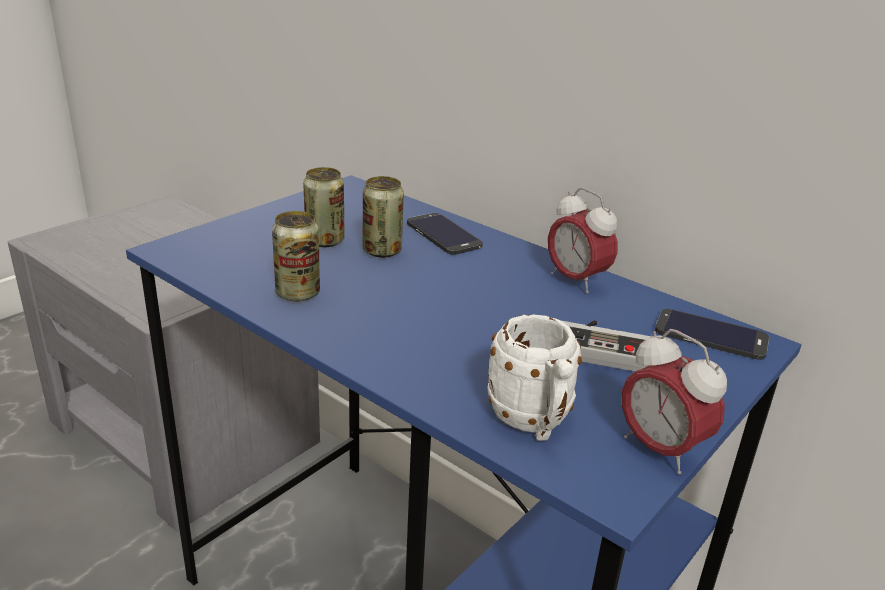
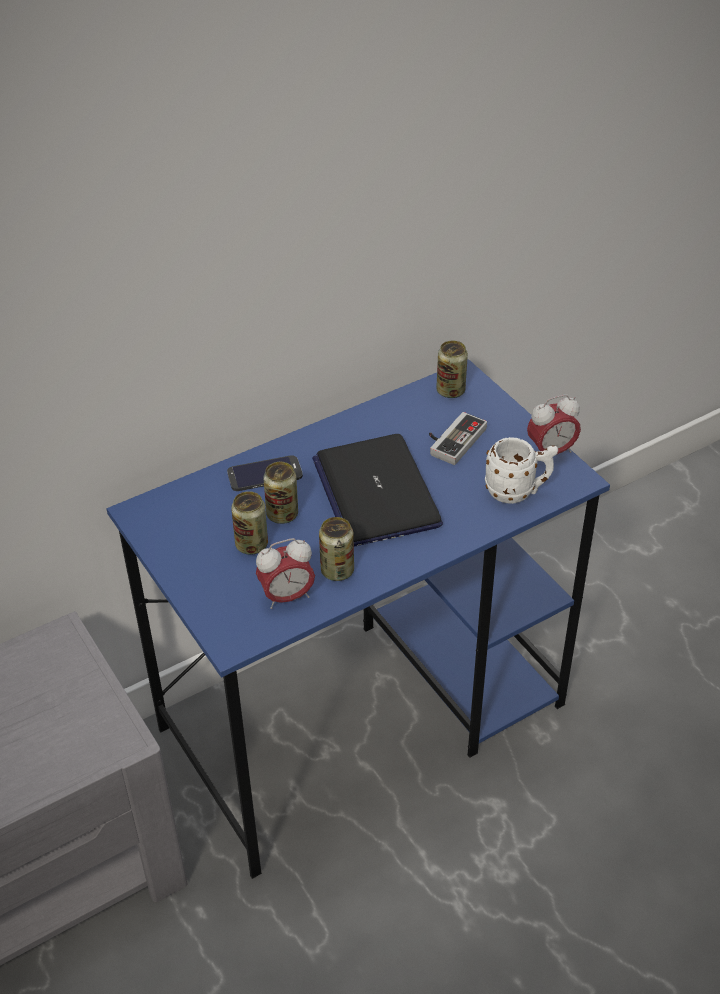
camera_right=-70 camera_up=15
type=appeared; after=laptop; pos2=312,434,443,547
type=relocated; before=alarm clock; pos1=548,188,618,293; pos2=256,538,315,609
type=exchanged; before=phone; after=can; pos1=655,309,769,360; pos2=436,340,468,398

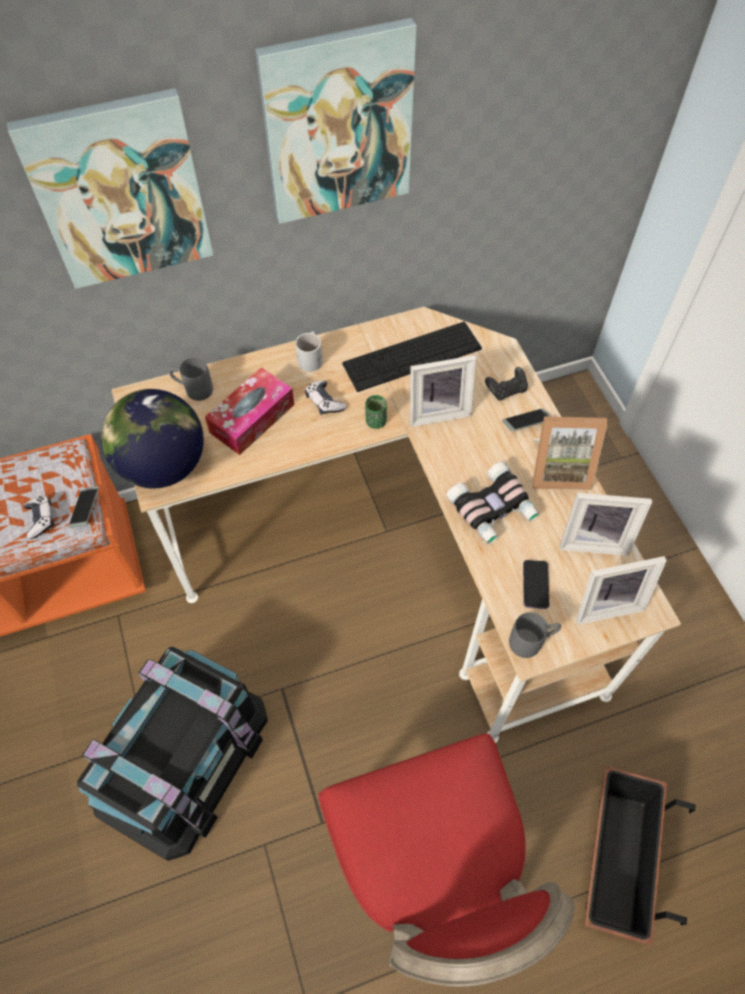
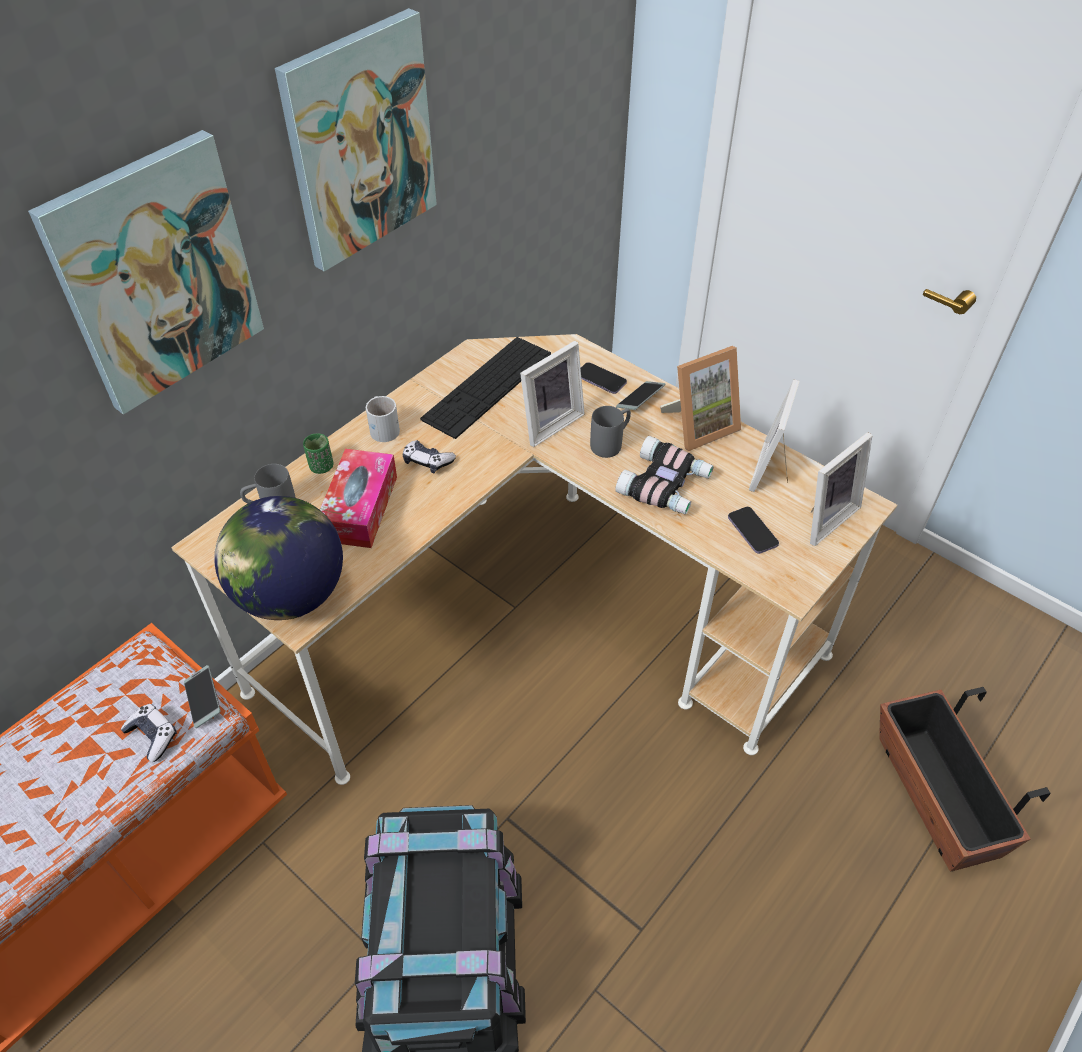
camera_right=-30 camera_up=-10
type=missing; before=red chair; pos1=319,733,575,986
type=relocated; before=green cup; pos1=365,395,387,429; pos2=303,433,333,474
type=relocated; before=grey mug; pos1=509,612,561,658; pos2=590,406,631,458
type=exchanged; before=black game controller; after=phone; pos1=485,367,528,401; pos2=581,362,627,394
type=spun; before=picture frame; pos1=560,493,652,556; pos2=749,380,800,492; turn=135

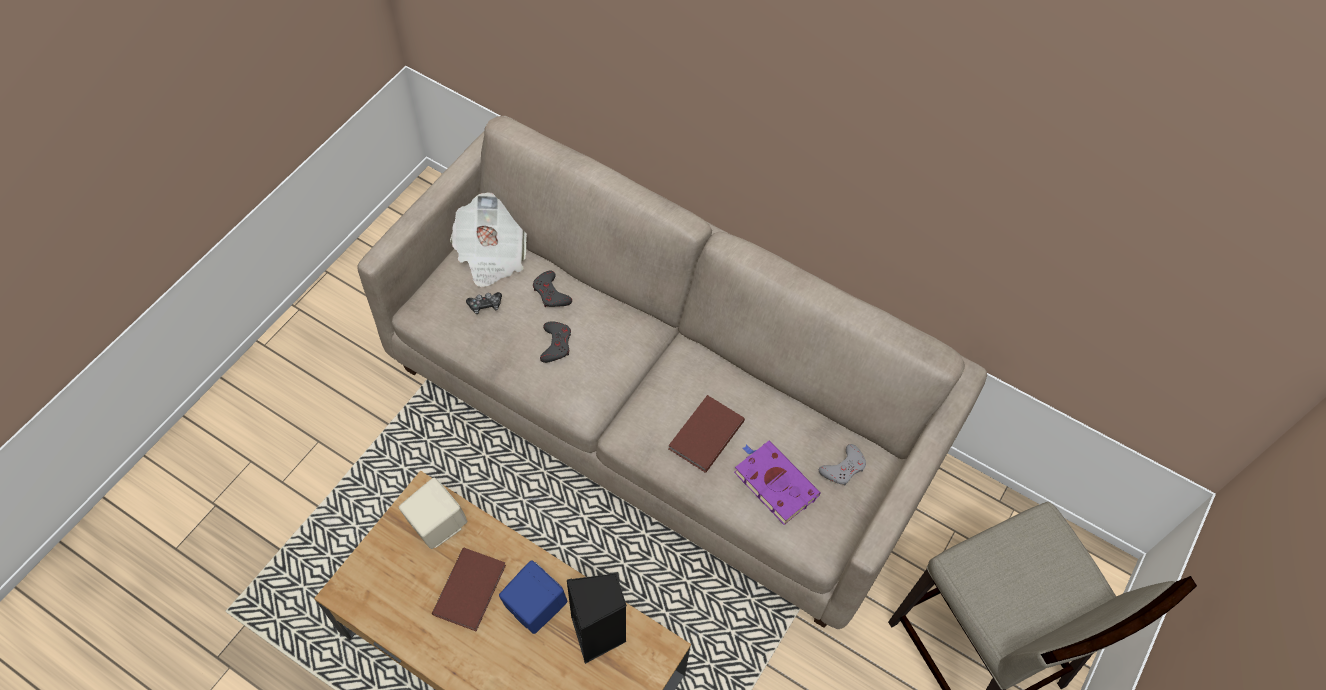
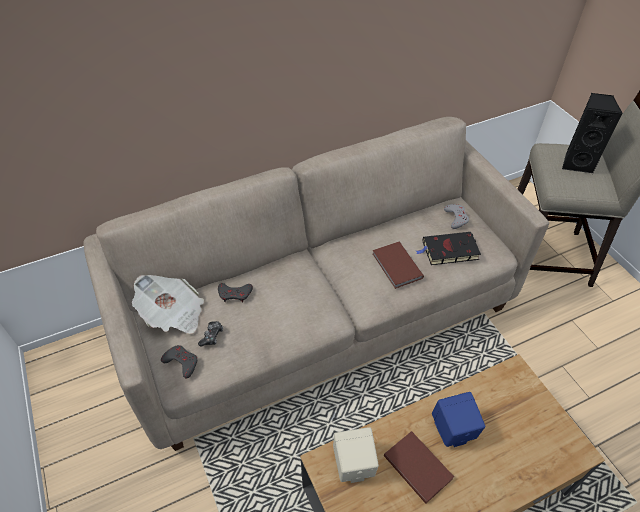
camera_right=-55 camera_up=-10
type=relocated; before=grey game controller; pos1=540,321,571,363; pos2=161,345,197,378
type=relocated; before=black speaker; pos1=567,573,627,664; pos2=562,93,623,174
type=colour; before=purple book; after=black book; pos1=734,441,821,525; pos2=416,232,481,265

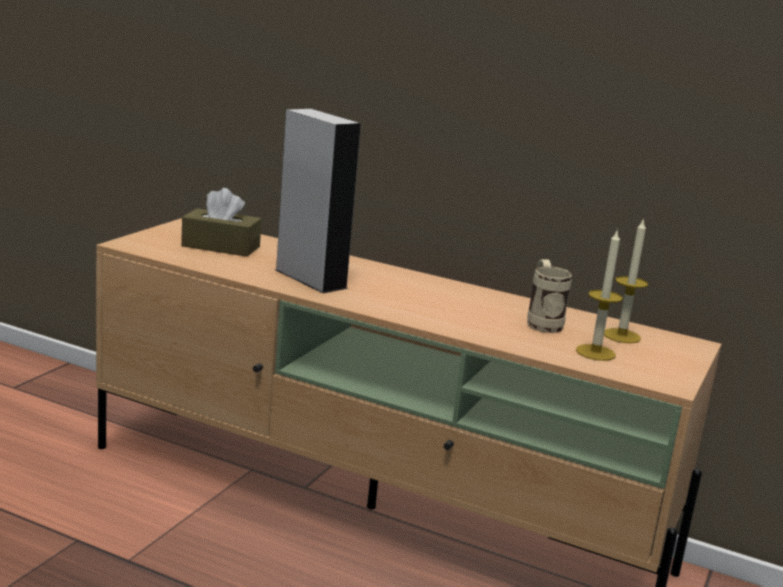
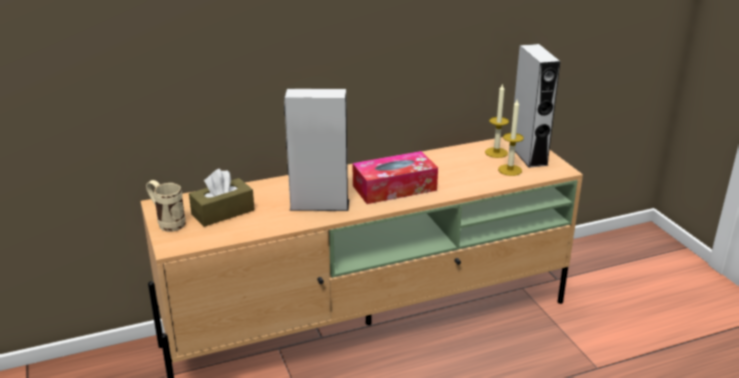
camera_right=-45 camera_up=10
type=appeared; after=tissue box; pos2=353,151,438,204
type=appeared; after=grey speaker; pos2=514,44,560,168
type=relocated; before=beige mug; pos1=527,259,572,333; pos2=146,180,186,232

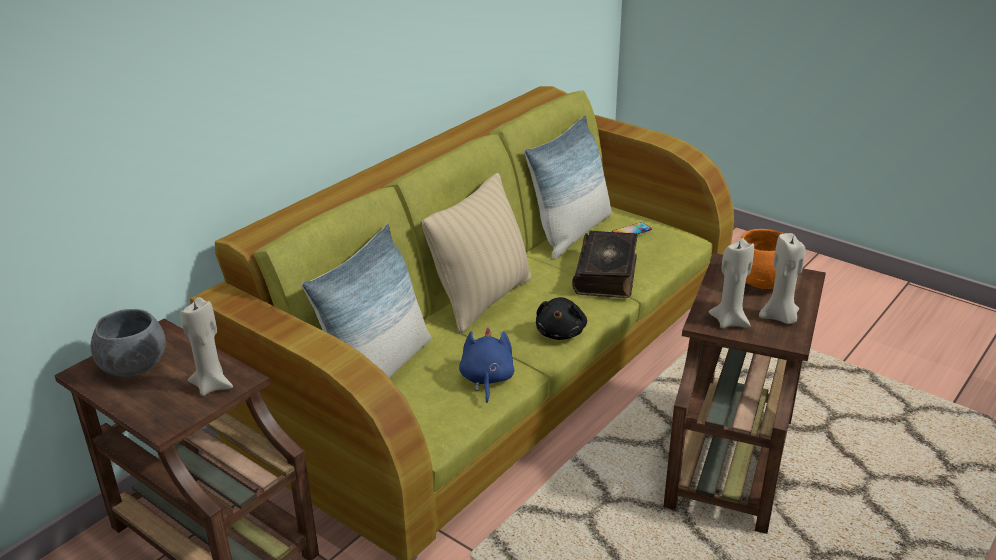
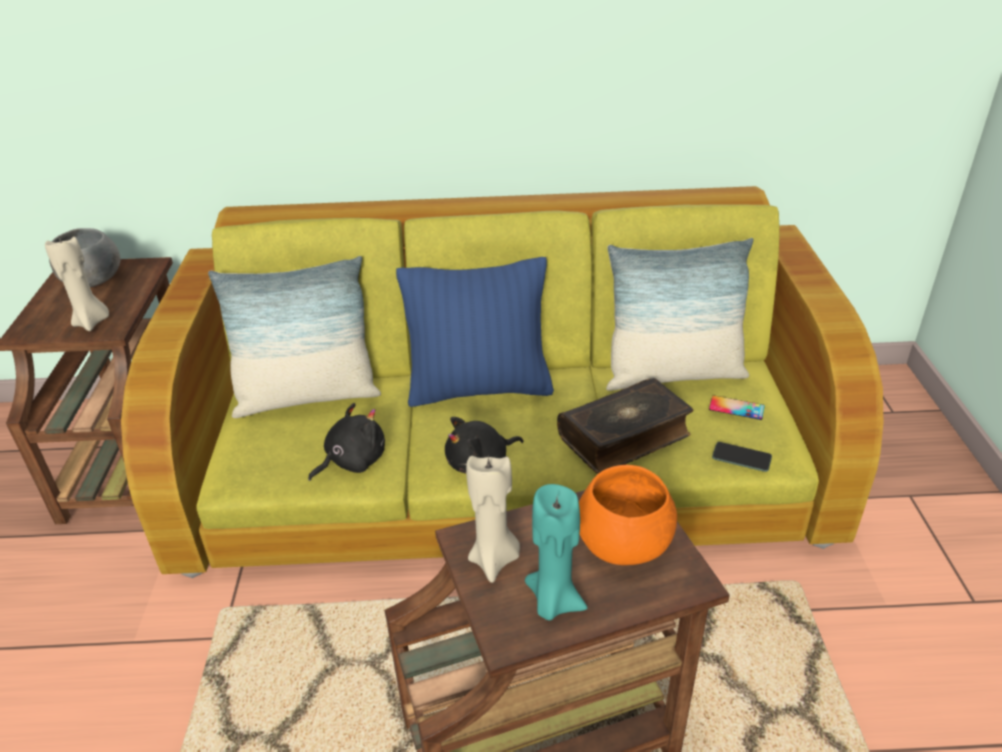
camera_right=50 camera_up=5
type=appeared; after=phone; pos2=712,442,772,472
type=colour; before=beige pillow; after=blue pillow; pos1=422,173,531,333; pos2=396,257,554,407
type=colour; before=blue plush toy; after=black plush toy; pos1=459,327,514,403; pos2=308,403,385,481
type=colour; before=beige candle; after=turquoise candle; pos1=759,233,805,324; pos2=525,484,587,621

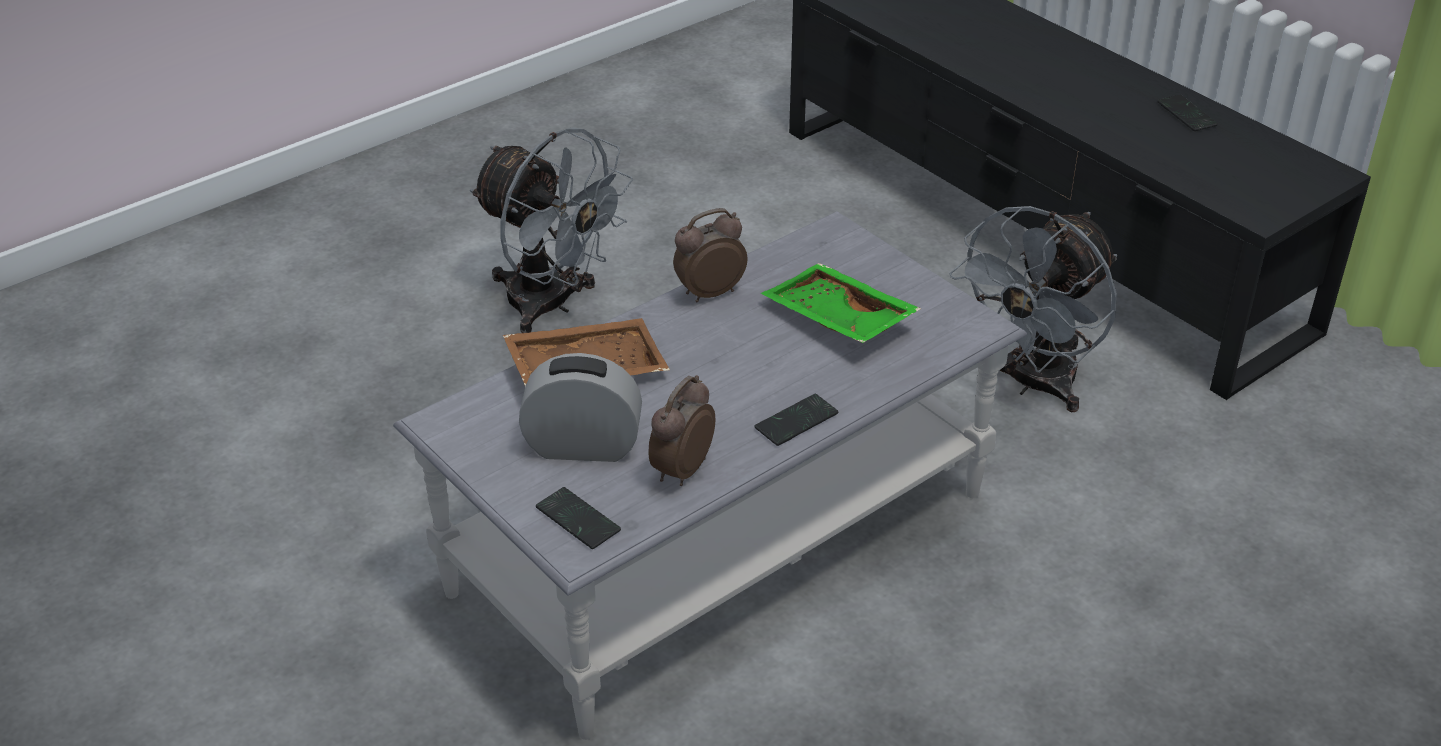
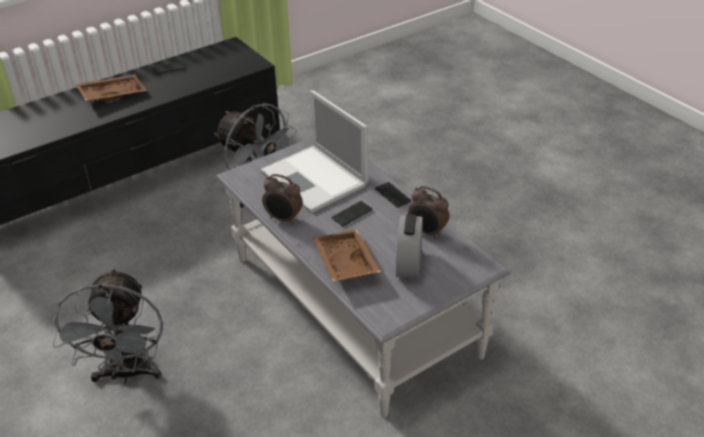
camera_right=-85 camera_up=0
type=appeared; after=brown tray; pos2=75,74,147,102
type=relocated; before=phone; pos1=536,487,621,549; pos2=332,201,373,226
type=exchanged; before=green tray; after=laptop; pos1=761,263,921,343; pos2=260,90,368,213
type=spun; before=grey fan; pos1=470,127,633,333; pos2=53,268,163,384; turn=135
type=spun; before=alarm clock; pos1=673,208,747,302; pos2=262,174,303,224; turn=-45

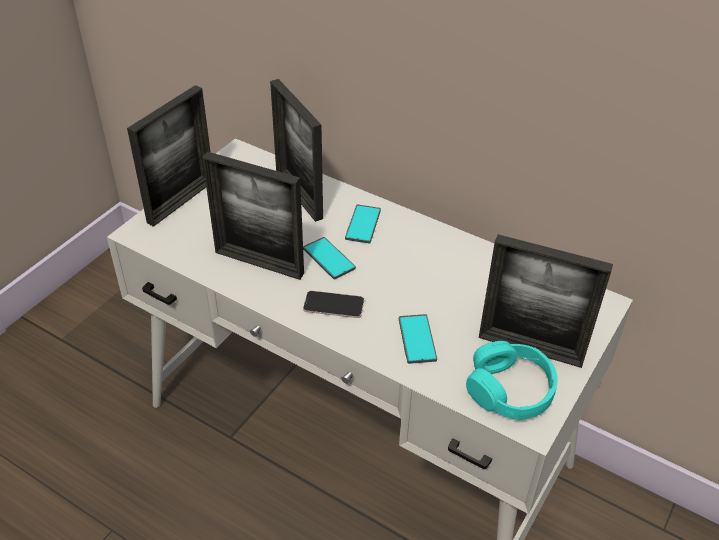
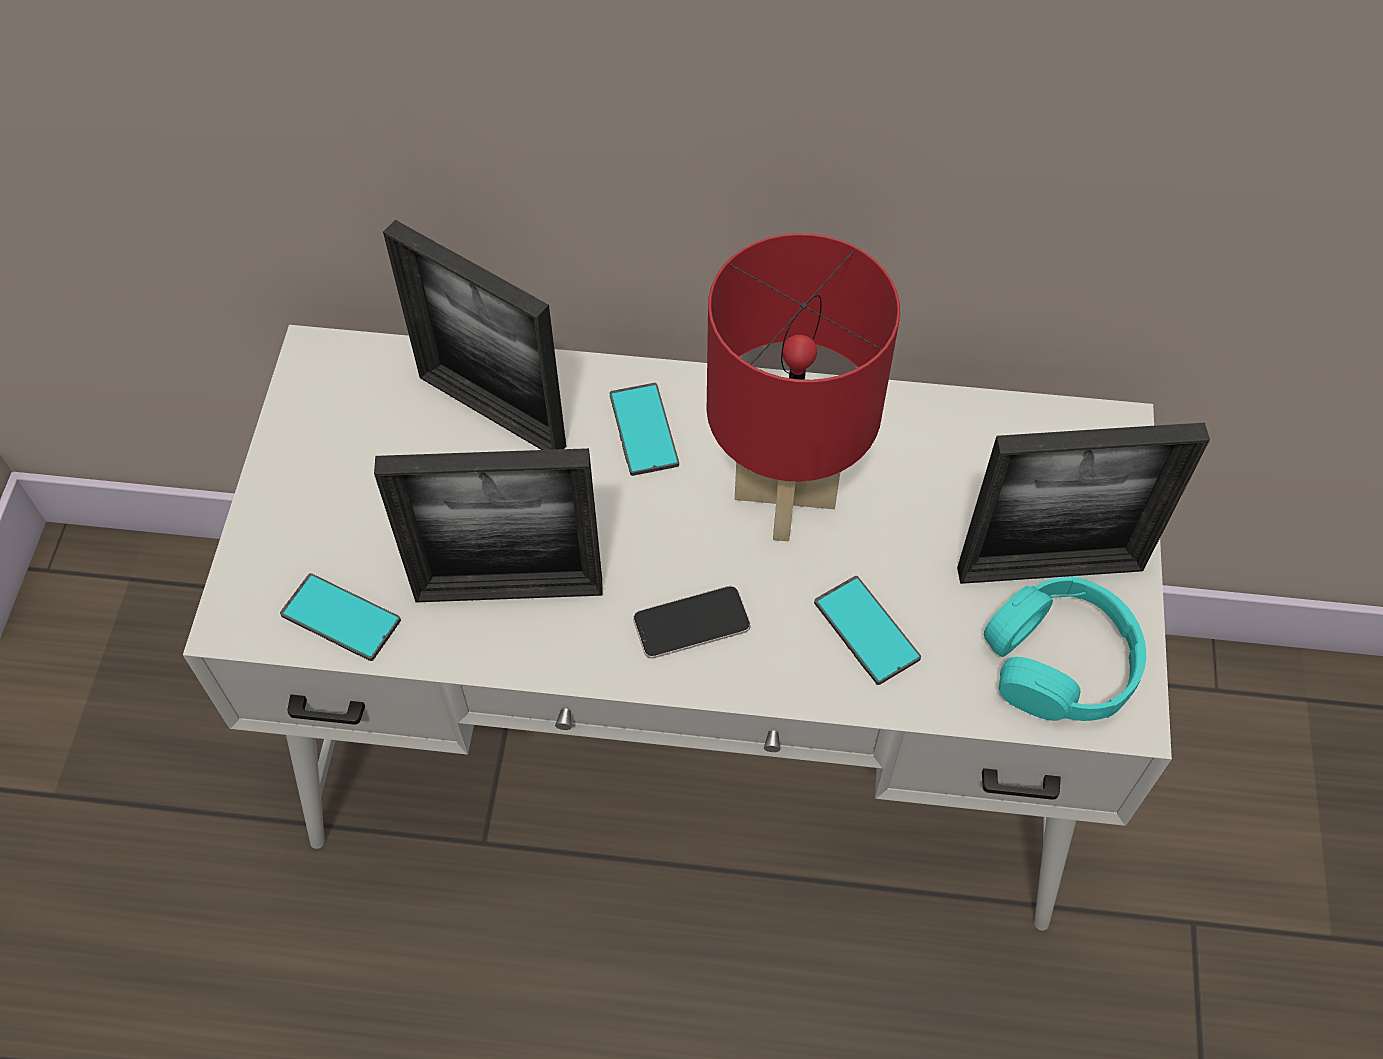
camera_right=-25 camera_up=15
type=missing; before=picture frame; pos1=127,85,210,227
type=appeared; after=red table lamp; pos2=707,233,900,541
type=relocated; before=phone; pos1=303,237,356,279; pos2=280,573,401,661

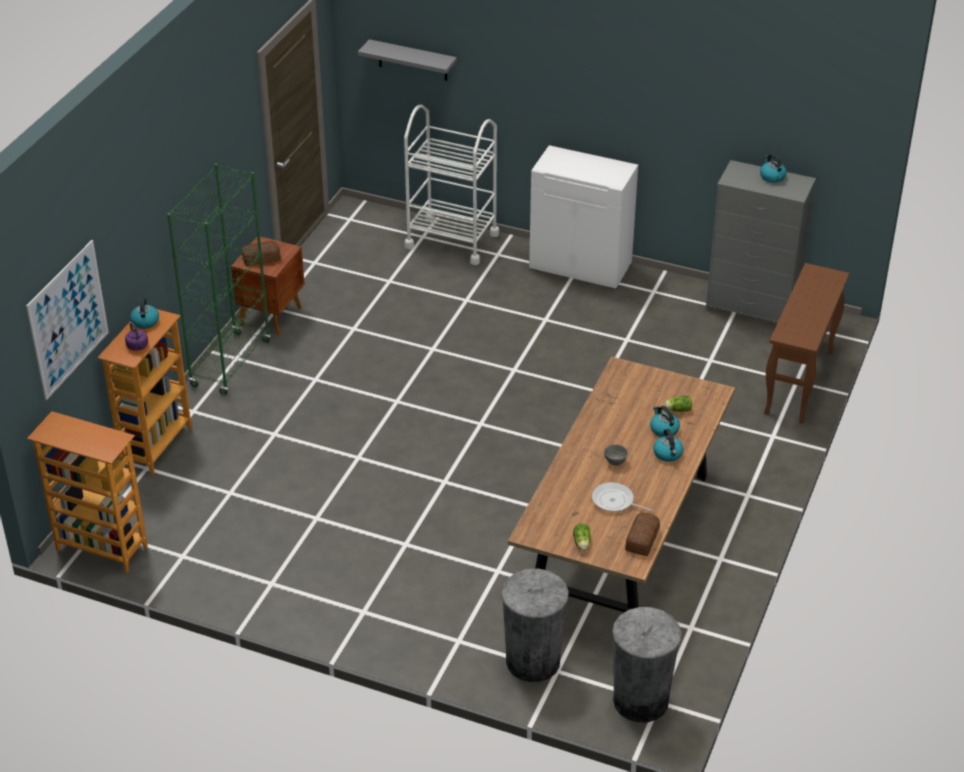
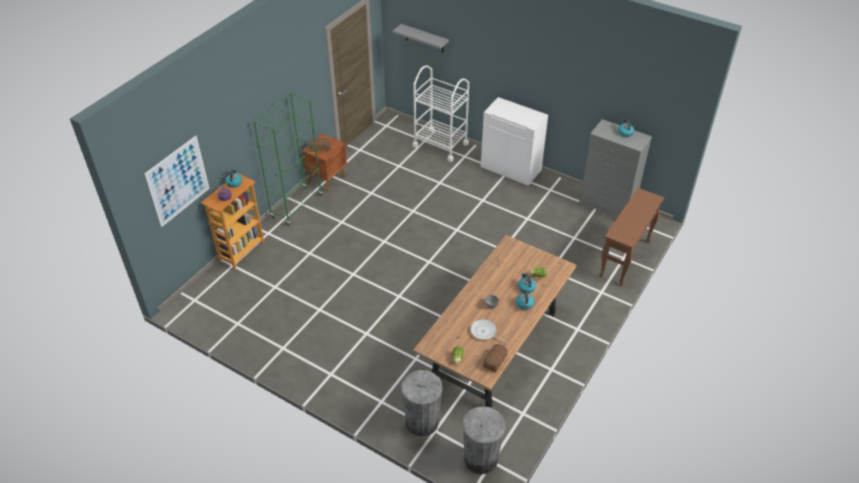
camera_right=10 camera_up=5
type=missing; before=bookcase; pos1=27,411,148,573

